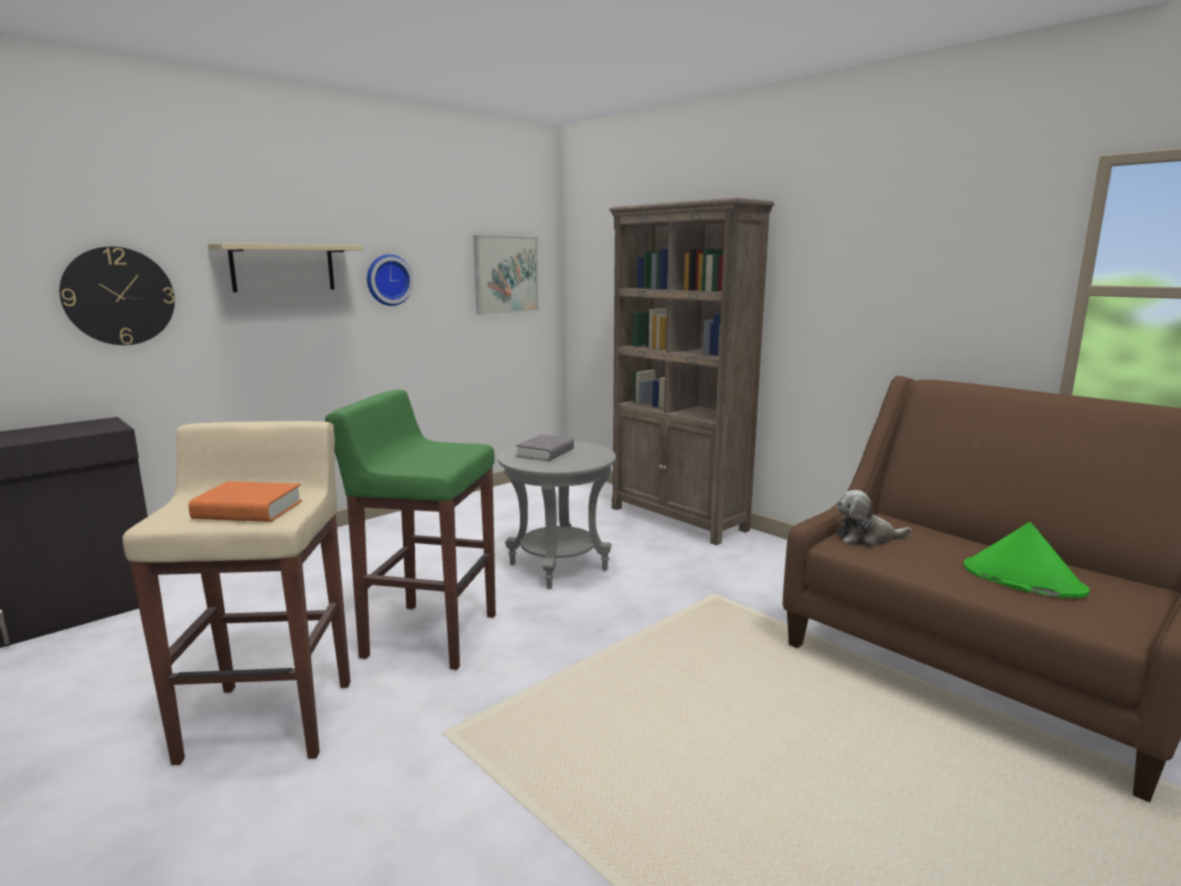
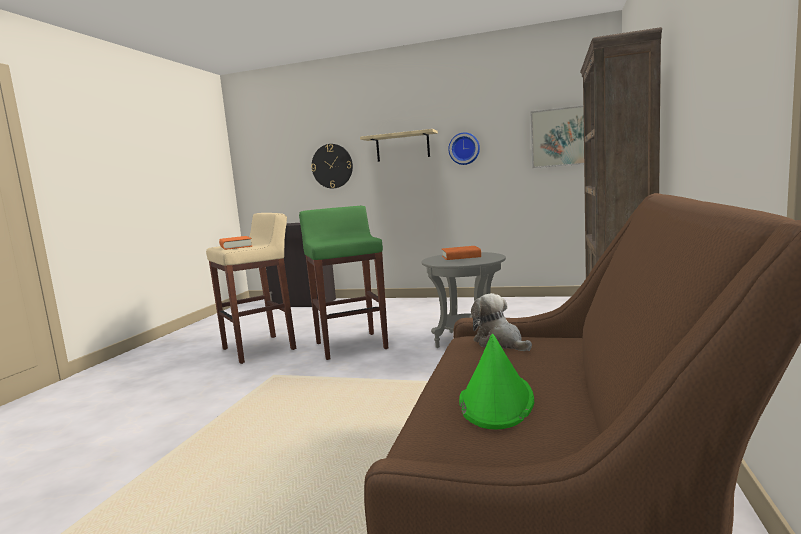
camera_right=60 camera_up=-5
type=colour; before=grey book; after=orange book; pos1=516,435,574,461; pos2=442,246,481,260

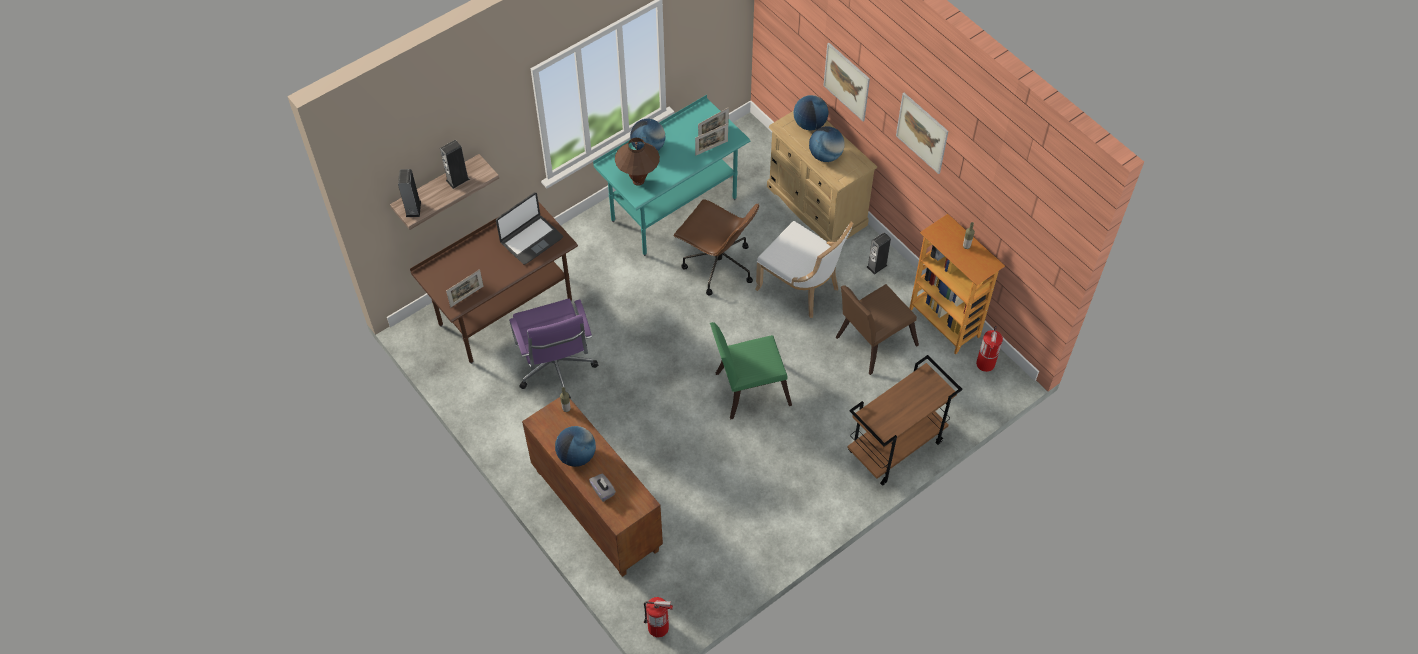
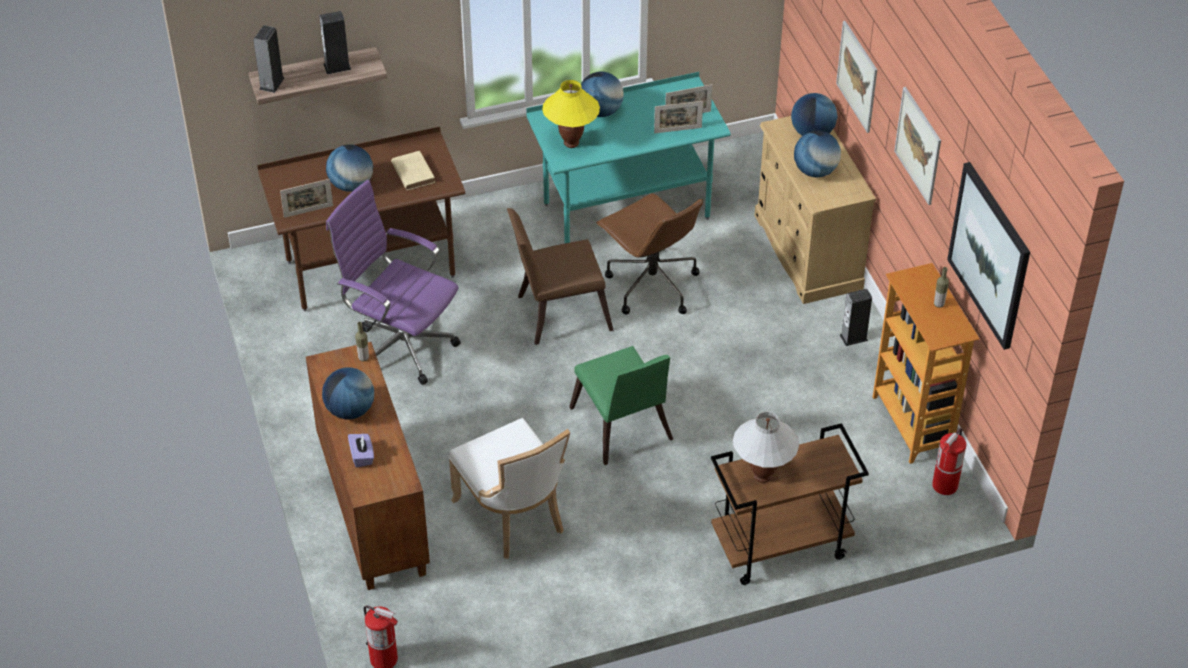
camera_right=20 camera_up=-10
type=appeared; after=globe; pos2=326,144,373,192
type=appeared; after=white table lamp; pos2=733,412,799,483
type=appeared; after=picture; pos2=947,162,1030,350
type=relocated; before=white chair; pos1=755,221,854,318; pos2=449,418,570,559
type=relocated; before=brown chair; pos1=836,284,919,375; pos2=507,208,614,345
type=exchanged; before=laptop; after=beige book; pos1=496,192,563,265; pos2=391,151,435,191
type=colour; before=grey tissue box; after=purple tissue box; pos1=589,473,616,502; pos2=348,434,374,467
type=colour; before=brown table lamp; after=yellow table lamp; pos1=615,138,660,186; pos2=542,80,600,148
type=spun; before=purple office chair; pos1=509,299,598,398; pos2=326,180,461,385; turn=120
type=spun; before=green chair; pos1=710,322,792,419; pos2=569,346,673,465; turn=-120

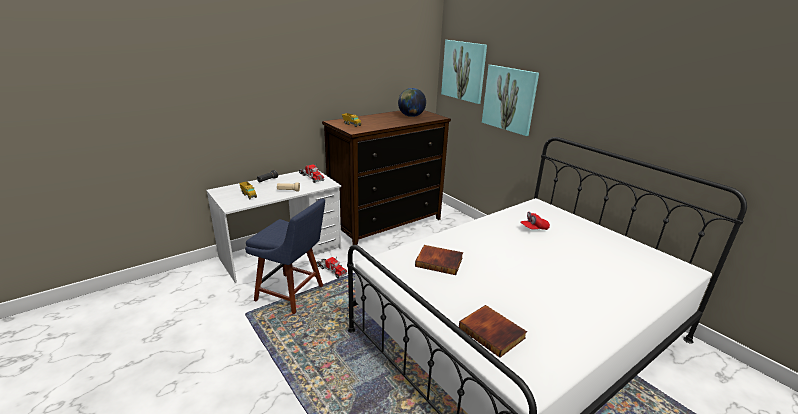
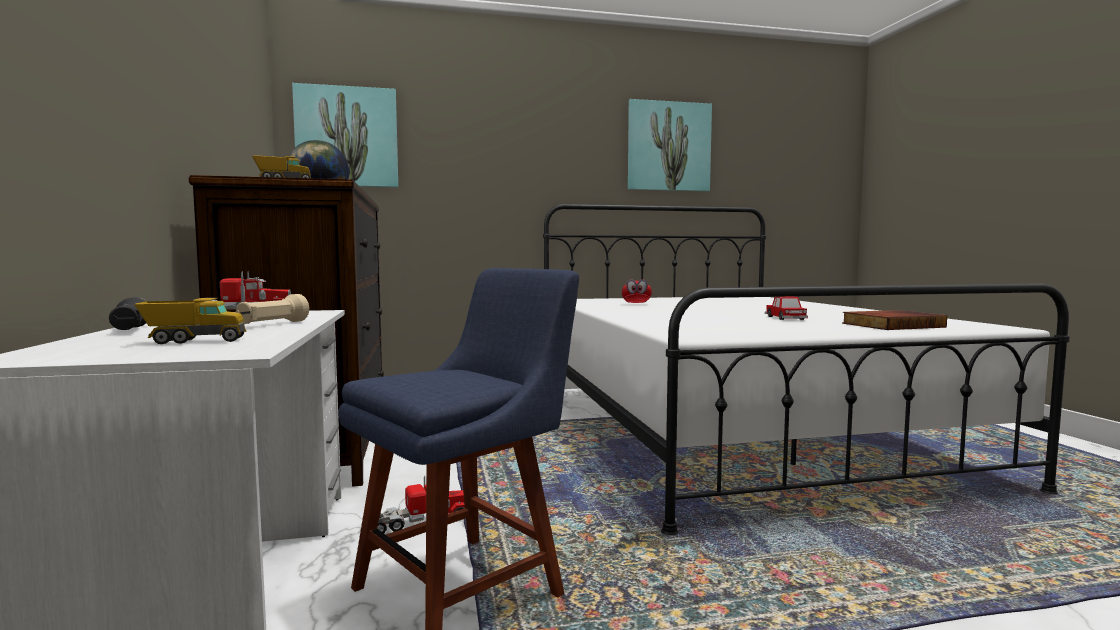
camera_right=-65 camera_up=-20
type=missing; before=book; pos1=415,245,463,275
type=appeared; after=toy car; pos2=765,296,808,320
type=relocated; before=picture; pos1=482,65,539,136; pos2=628,99,712,191

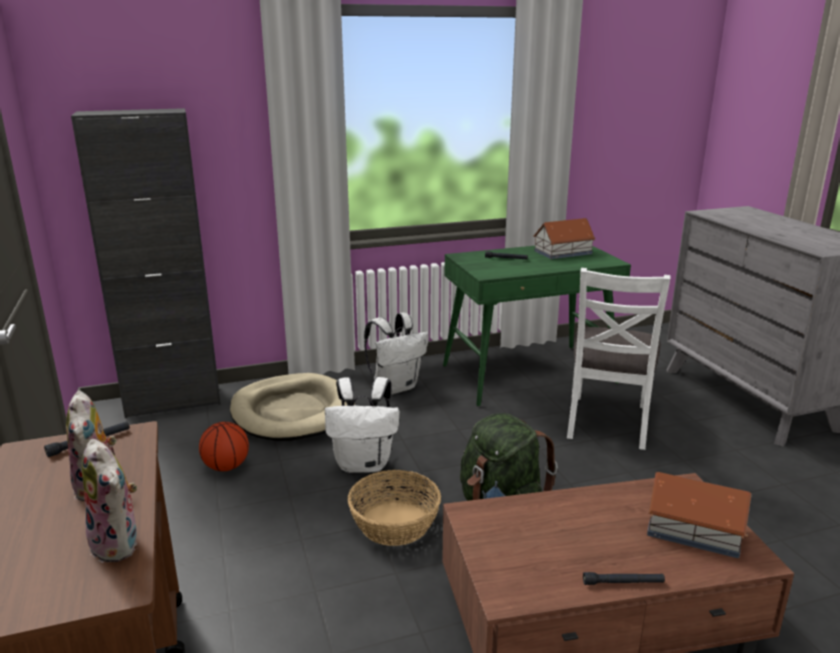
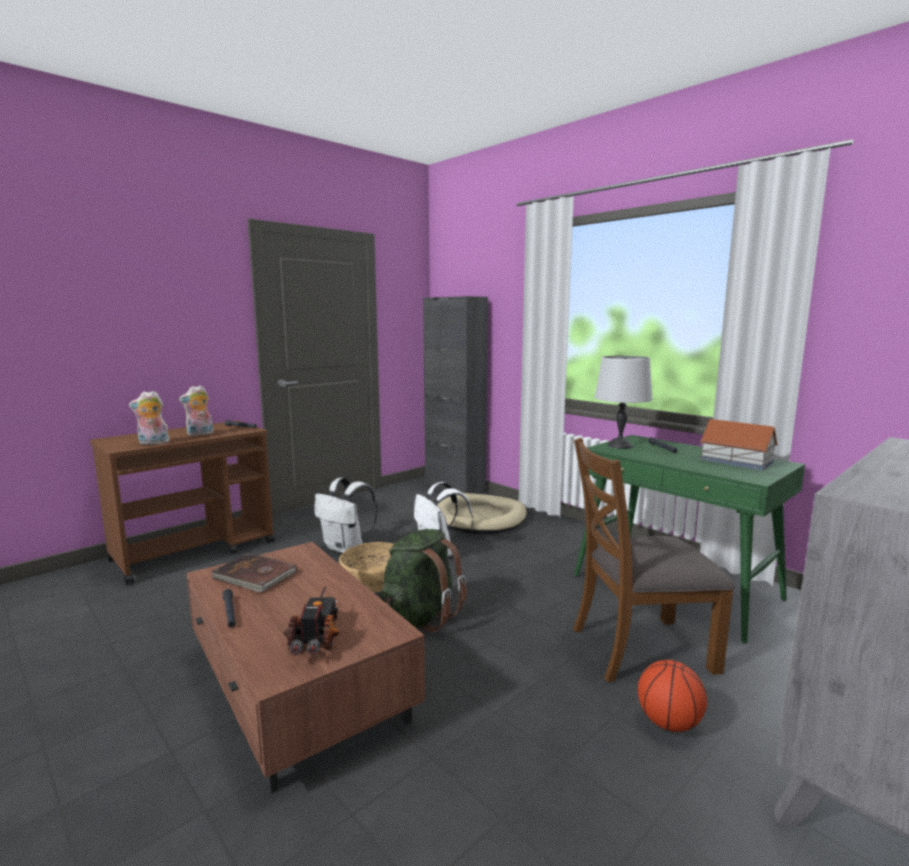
camera_right=65 camera_up=-10
type=appeared; after=brown book; pos2=211,553,297,593
type=appeared; after=grey table lamp; pos2=594,356,653,449
type=relocated; before=basketball; pos1=199,422,249,471; pos2=638,660,707,732
type=relocated; before=white backpack; pos1=364,312,429,395; pos2=314,478,378,553
type=exchanged; before=toy house; after=toy truck; pos1=647,472,752,558; pos2=283,587,340,656
type=colour; before=white chair; after=brown chair; pos1=567,268,670,450; pos2=573,438,735,682
type=spun; before=plush toy; pos1=82,439,137,563; pos2=129,391,170,445; turn=45

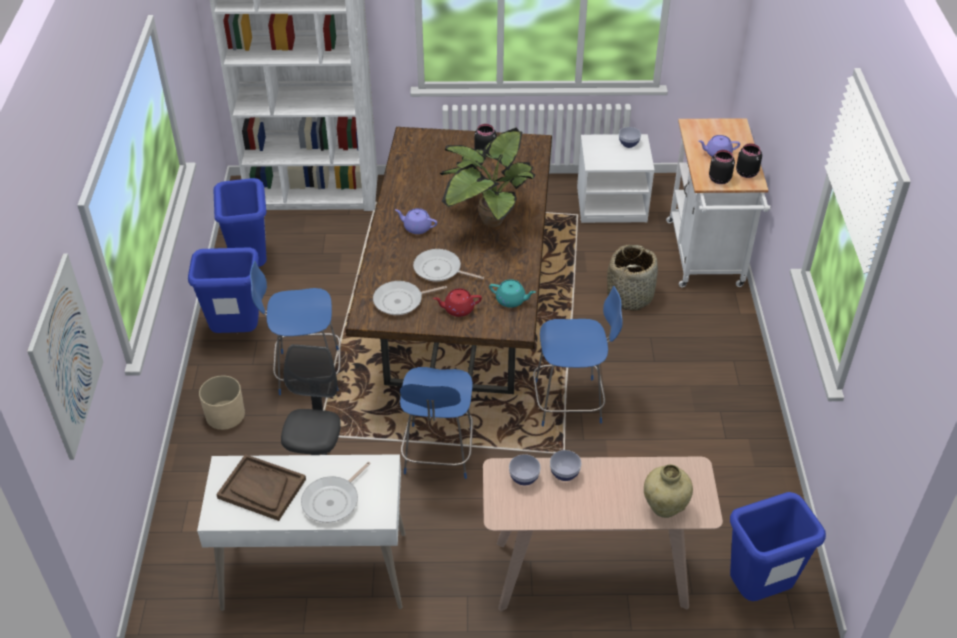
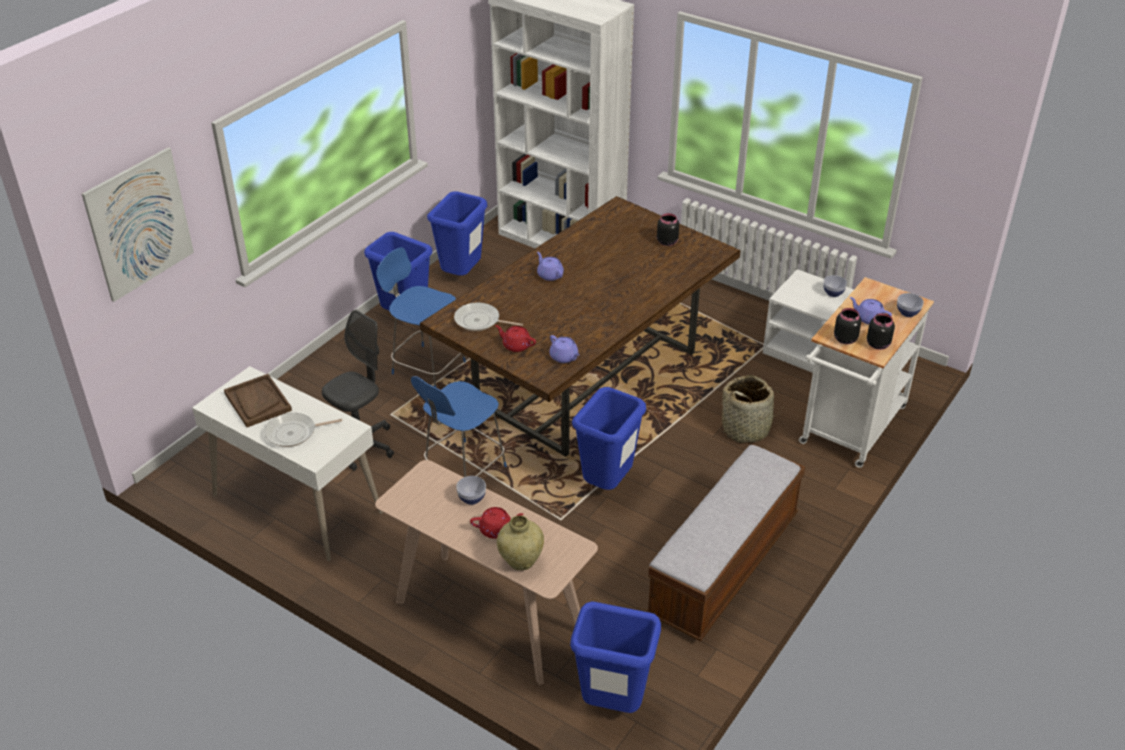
camera_right=35 camera_up=-5
type=missing; before=beige planter; pos1=199,375,245,430
type=missing; before=frying pan; pos1=413,249,484,282
type=missing; before=potted plant; pos1=440,128,536,227
type=appeared; after=red teapot; pos2=470,507,524,539
type=appeared; after=bench; pos2=646,444,805,641
type=relocated; before=bowl; pos1=509,454,541,485; pos2=897,293,924,317
type=exchanged; before=blue chair; after=blue trash can; pos1=533,286,623,426; pos2=572,387,646,490
type=colour; before=turquoise teapot; after=purple teapot; pos1=489,279,536,308; pos2=550,335,579,363

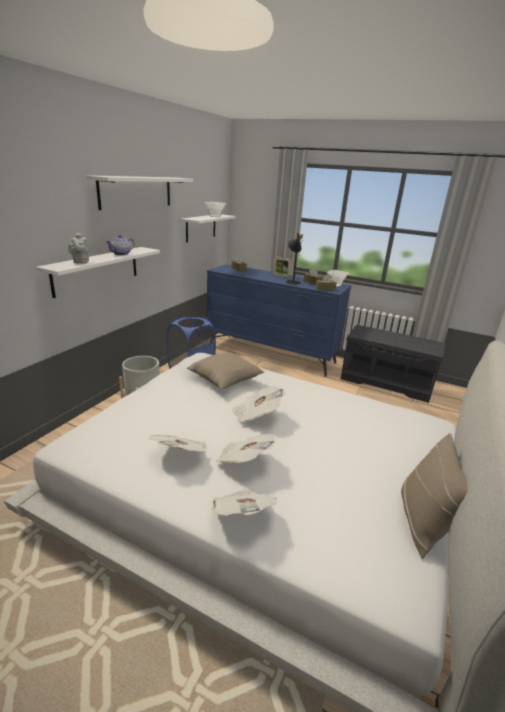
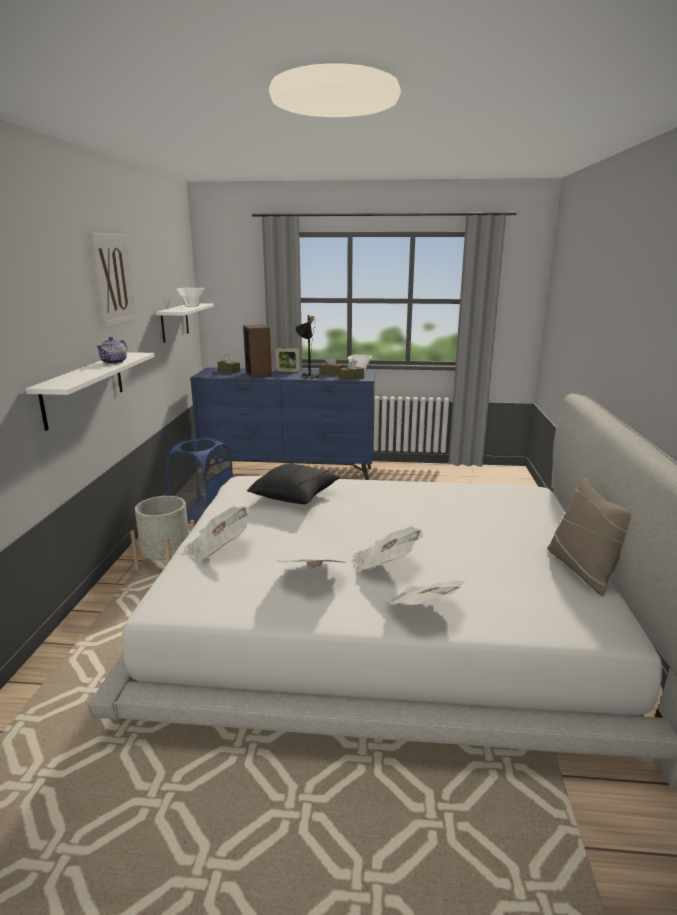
camera_right=-20 camera_up=-5
type=missing; before=grey teapot; pos1=68,233,89,264
type=missing; before=grey bench; pos1=341,325,445,403
type=appeared; after=speaker; pos2=243,324,272,378
type=relocated; before=newspaper; pos1=232,386,285,423; pos2=184,506,250,560
type=exchanged; before=white shelf; after=picture; pos1=86,175,193,210; pos2=88,233,136,329
type=colour; before=beige pillow; after=black pillow; pos1=187,352,264,389; pos2=247,463,340,504

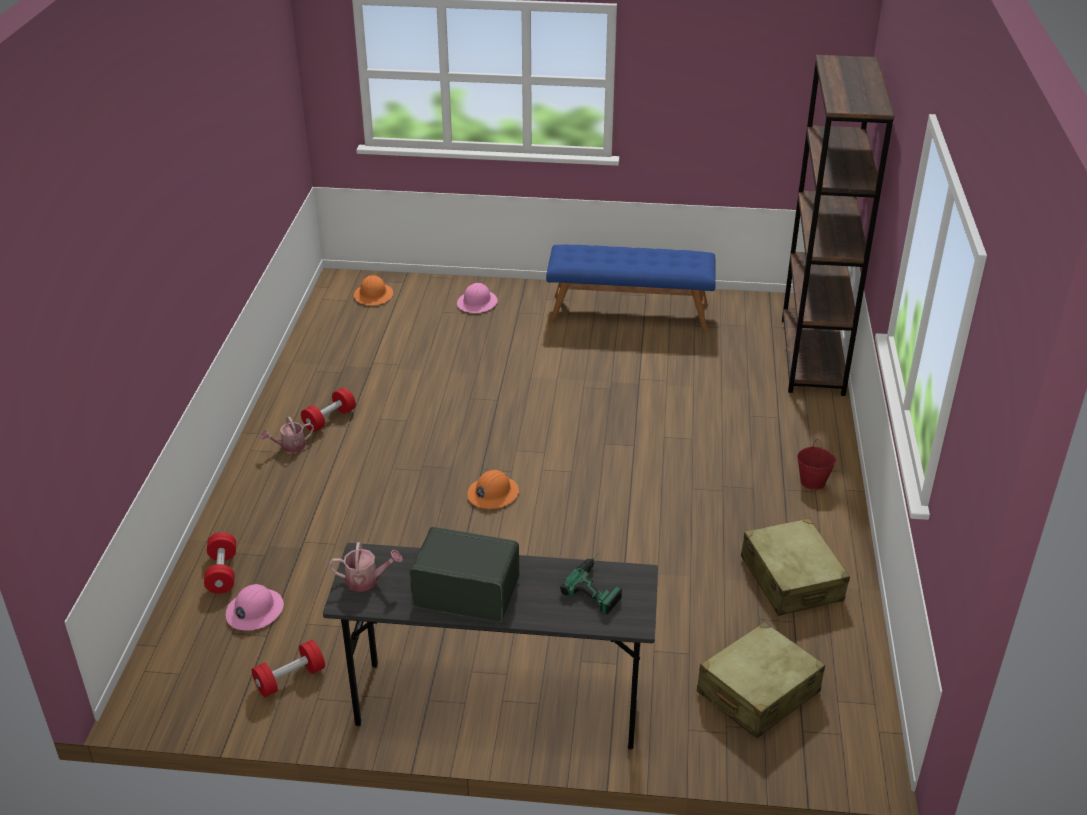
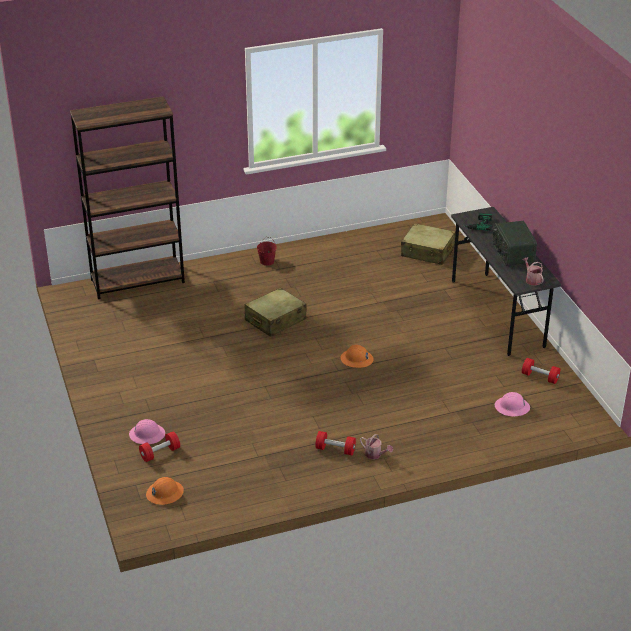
camera_right=-115 camera_up=0
type=missing; before=blue bench; pos1=546,245,716,332
type=relocated; before=red dumbbell; pos1=204,532,236,594; pos2=139,432,180,462
type=relocated; before=beige suitcase; pos1=741,518,850,616; pos2=245,288,307,337

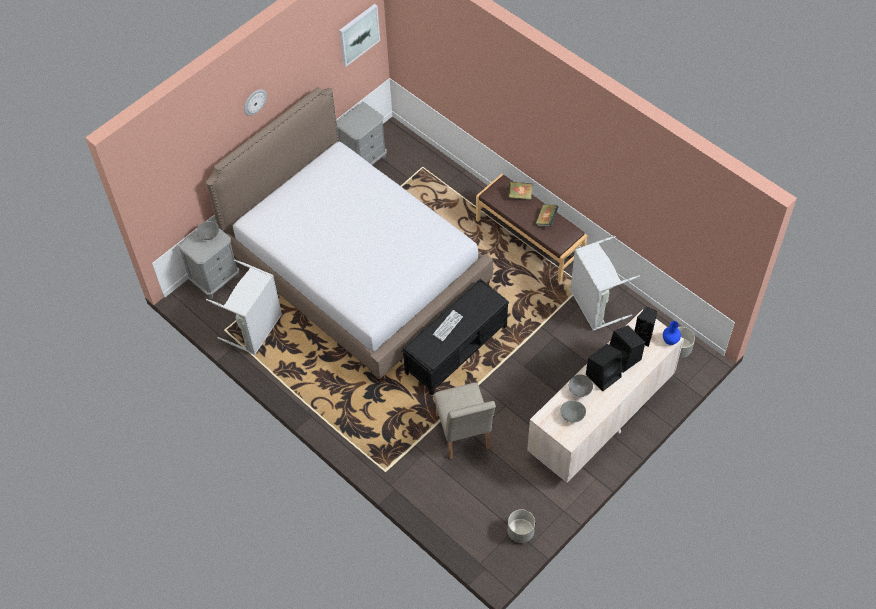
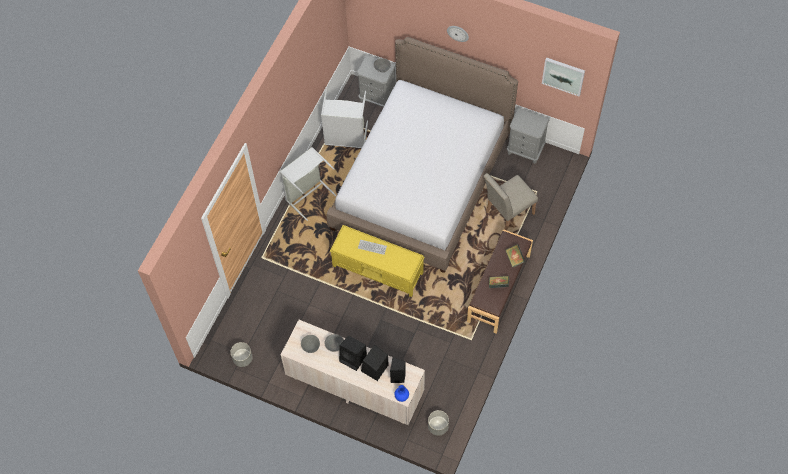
camera_right=70 camera_up=5
type=relocated; before=beige chair; pos1=434,382,496,459; pos2=484,173,538,230
type=relocated; before=grey laundry basket; pos1=570,236,640,331; pos2=280,147,337,221
type=colour; before=black bench; after=yellow bench; pos1=402,279,509,395; pos2=330,225,425,297

